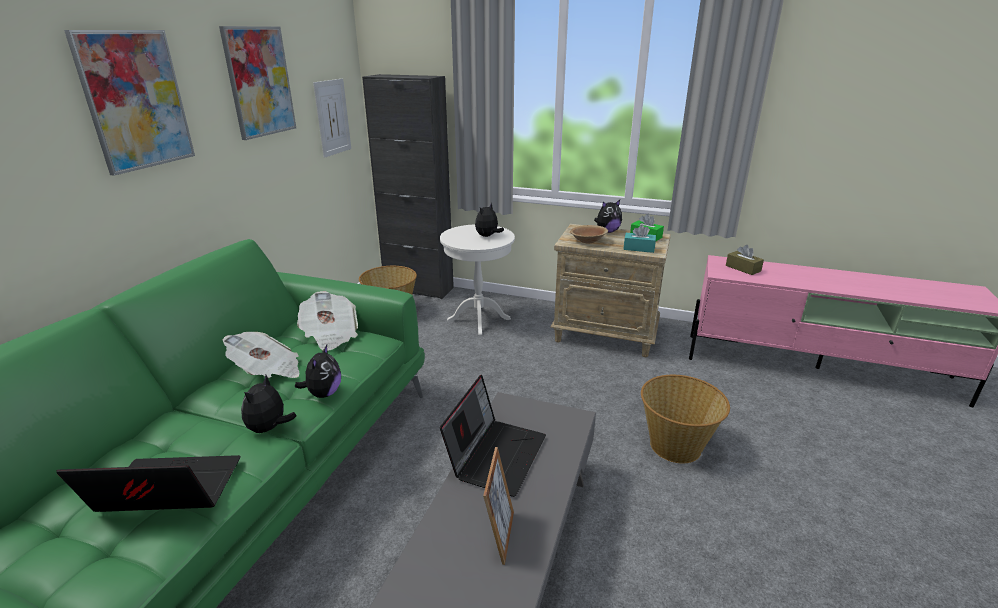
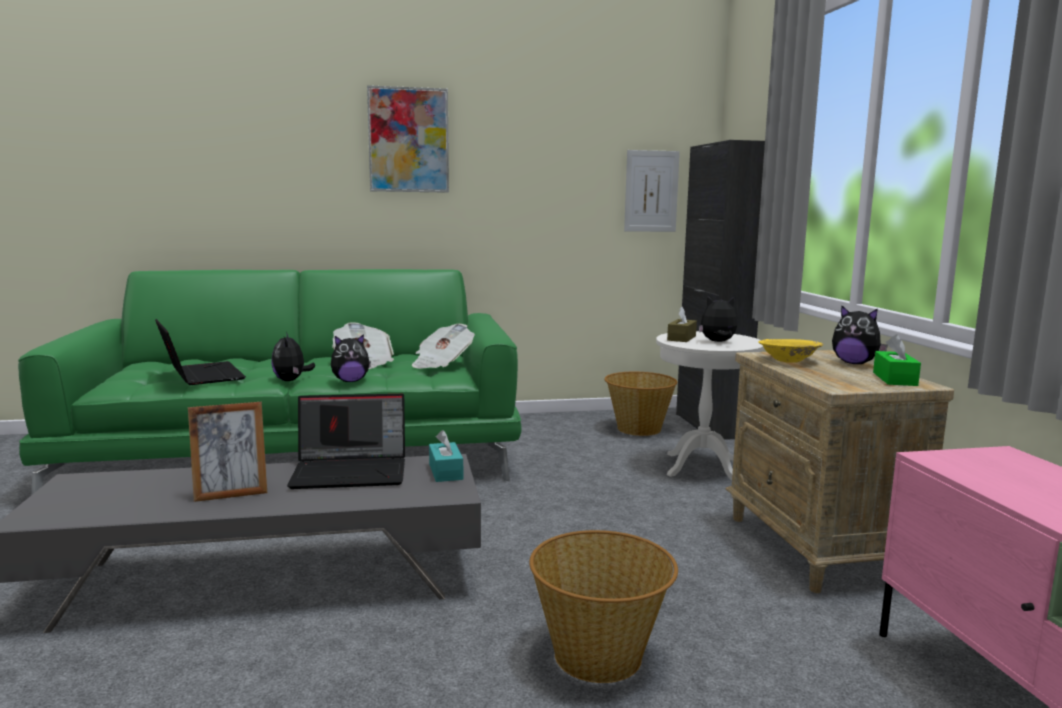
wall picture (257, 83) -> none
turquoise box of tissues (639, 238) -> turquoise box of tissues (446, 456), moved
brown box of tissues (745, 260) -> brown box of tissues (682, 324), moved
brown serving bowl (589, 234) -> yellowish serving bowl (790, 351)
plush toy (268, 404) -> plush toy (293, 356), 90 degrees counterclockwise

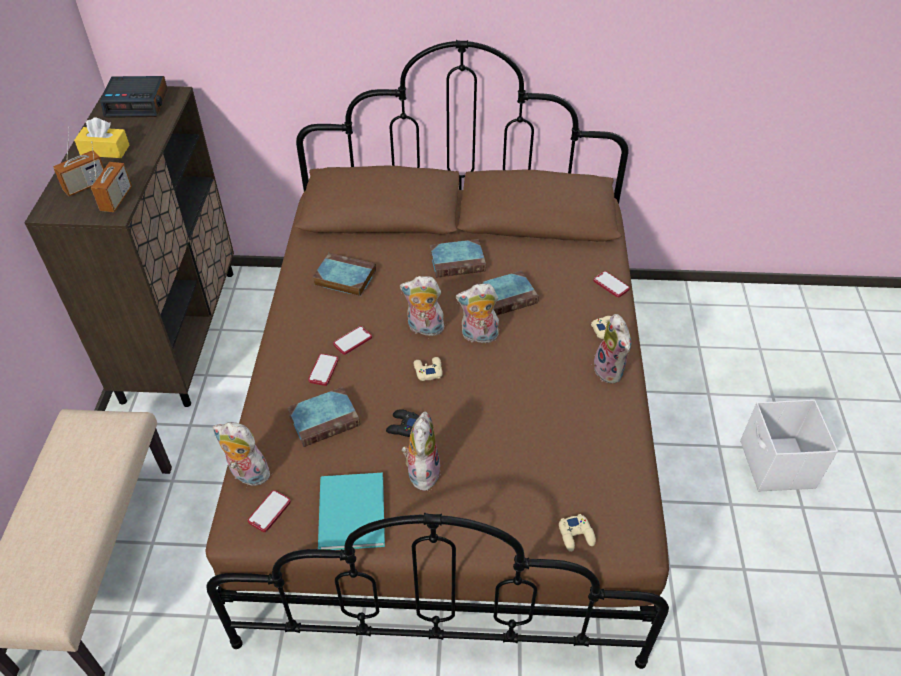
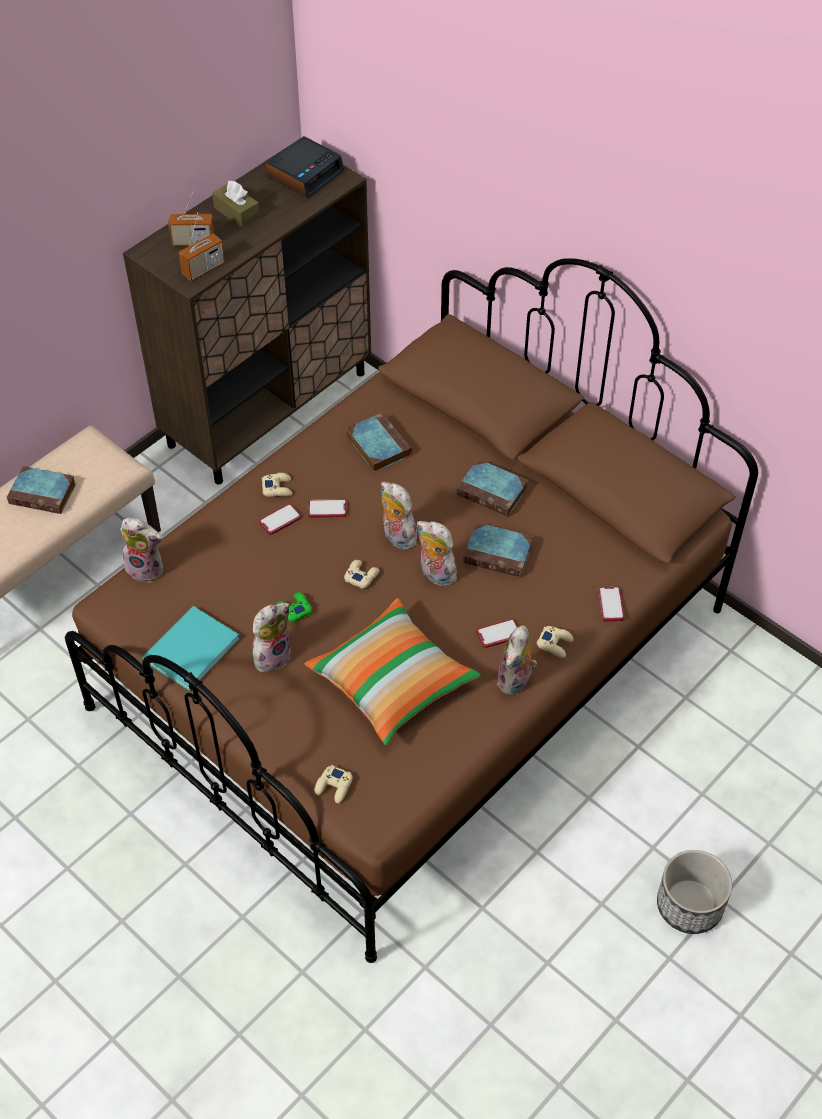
none -> beige joypad (277, 485)
none -> pillow (393, 671)
phone (269, 511) -> phone (497, 633), moved
bound book (323, 417) -> bound book (41, 490), moved
white storage container (789, 445) -> planter (694, 892)
yellowish box of tissues (101, 138) -> brown box of tissues (236, 204)
blackish joypad (402, 423) -> green joypad (294, 607)
alarm clock (133, 97) -> alarm clock (305, 167), 90 degrees counterclockwise
plush toy (244, 454) -> plush toy (141, 550), 135 degrees clockwise

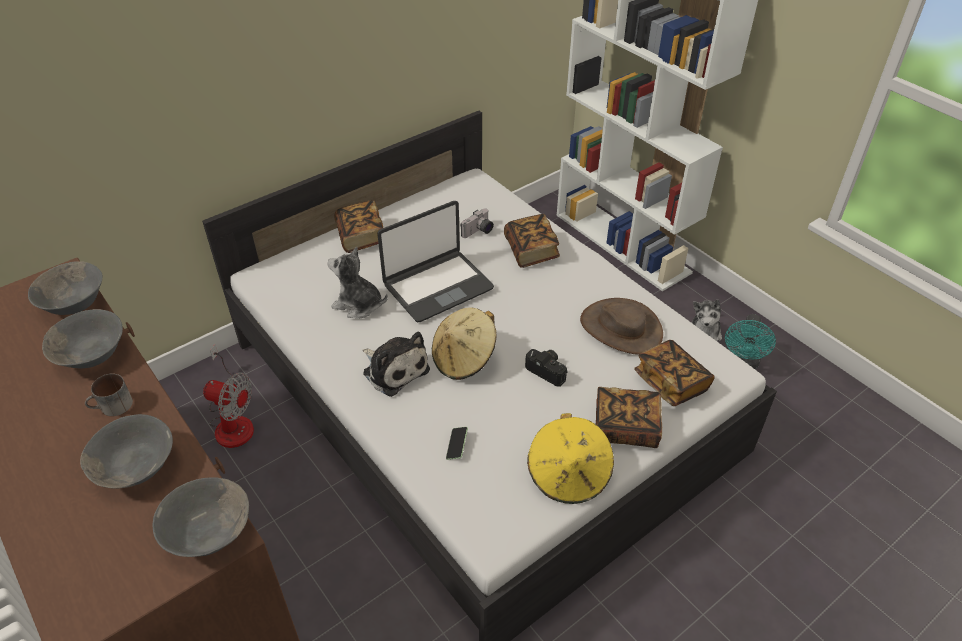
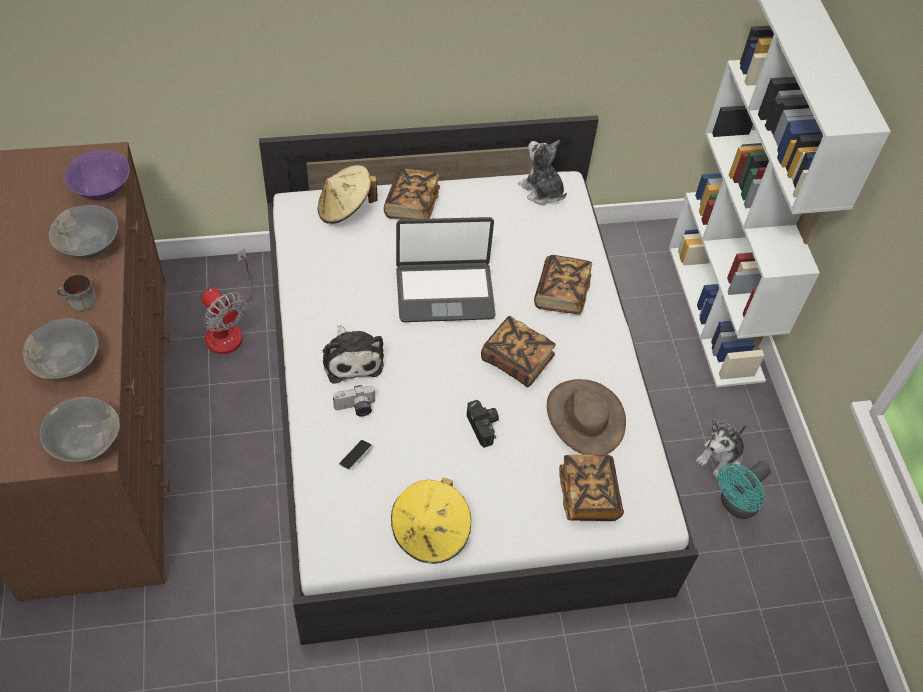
plush toy (357, 282) -> plush toy (542, 172), moved
beige clothing hat (464, 344) -> beige clothing hat (348, 194), moved
photo camera (477, 223) -> photo camera (354, 401), moved
bound book (629, 417) -> bound book (518, 351), moved
grey serving bowl (65, 288) -> purplish serving bowl (97, 175)

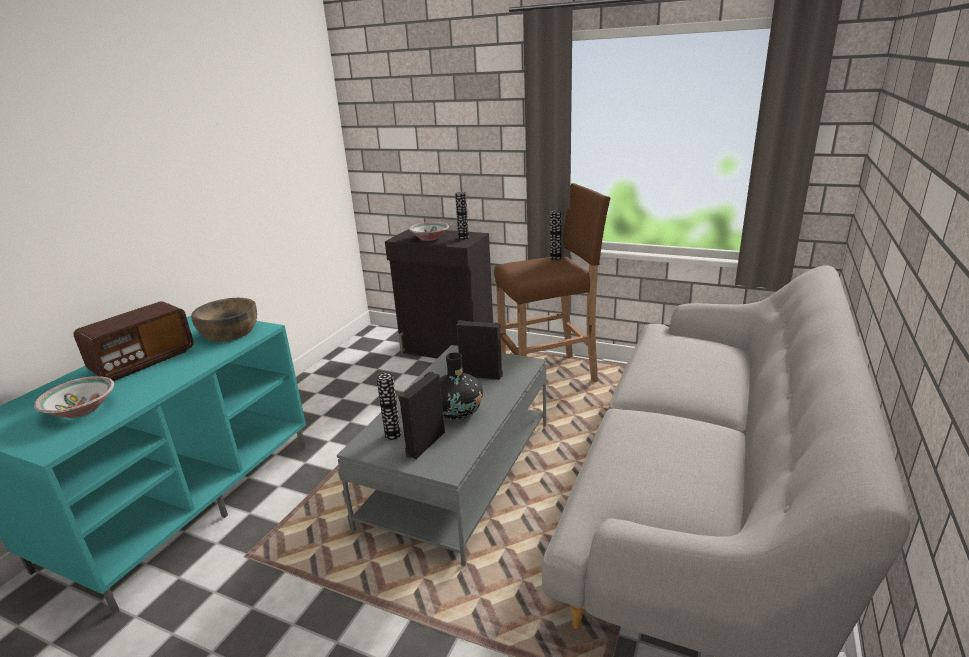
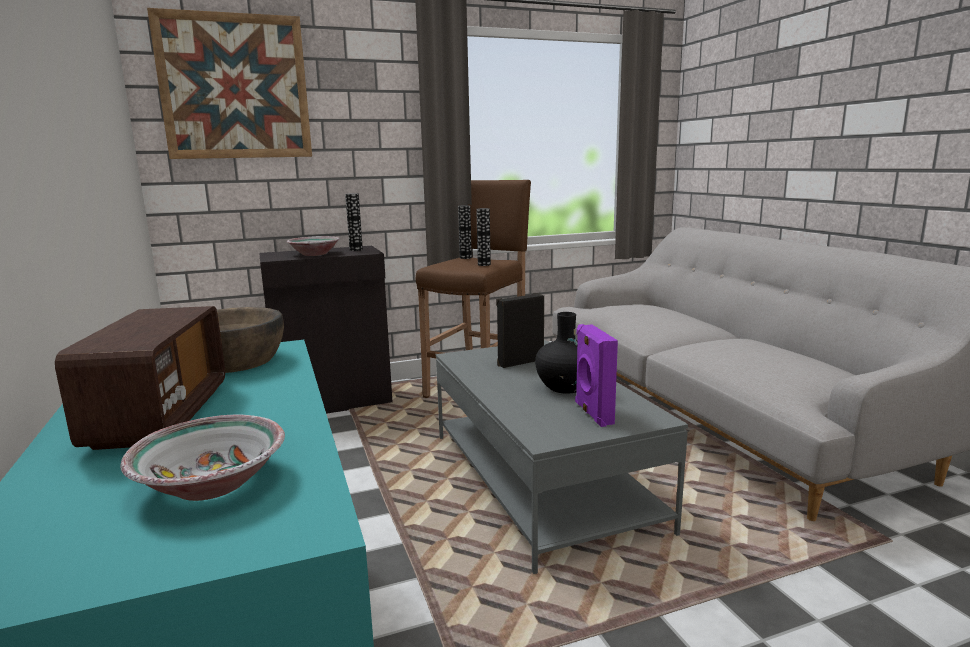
none -> wall picture (229, 83)
decorative vase (388, 406) -> decorative vase (483, 237), moved
blackish loudspeaker (421, 415) -> purplish loudspeaker (596, 375)

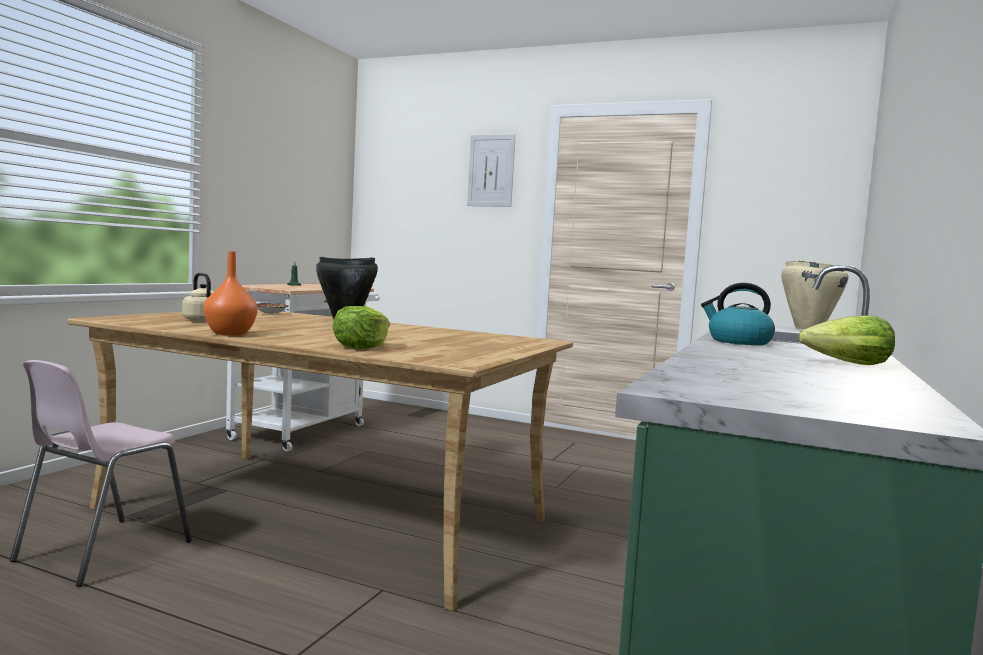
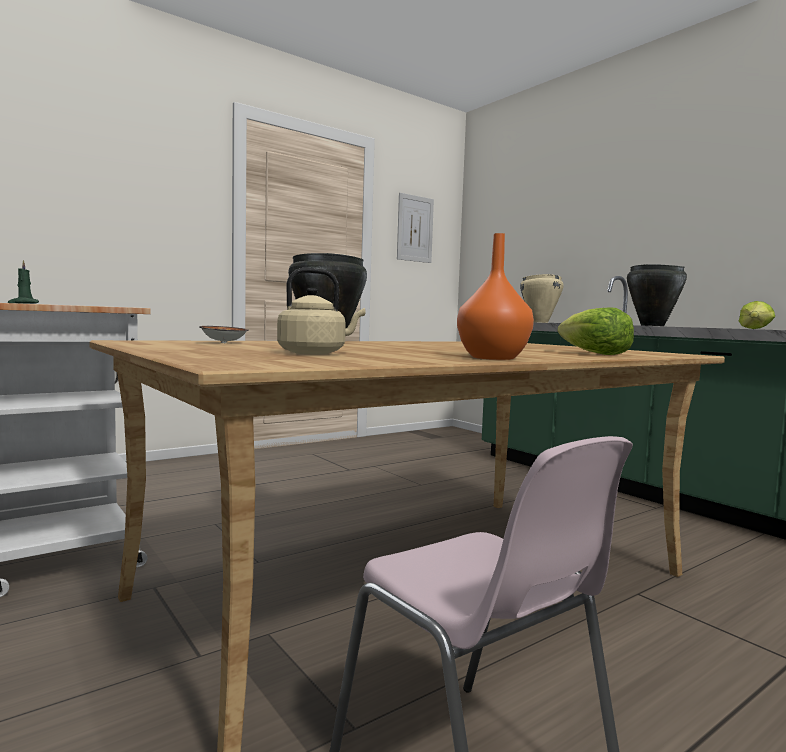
wall picture (491, 170) -> wall picture (415, 228), moved
kettle (738, 314) -> blackish stockpot (657, 295)

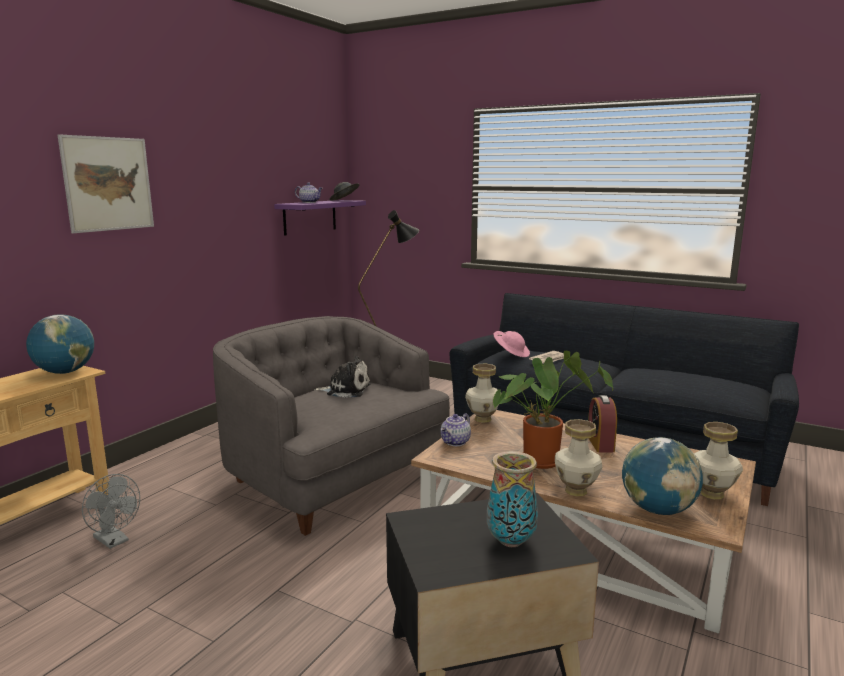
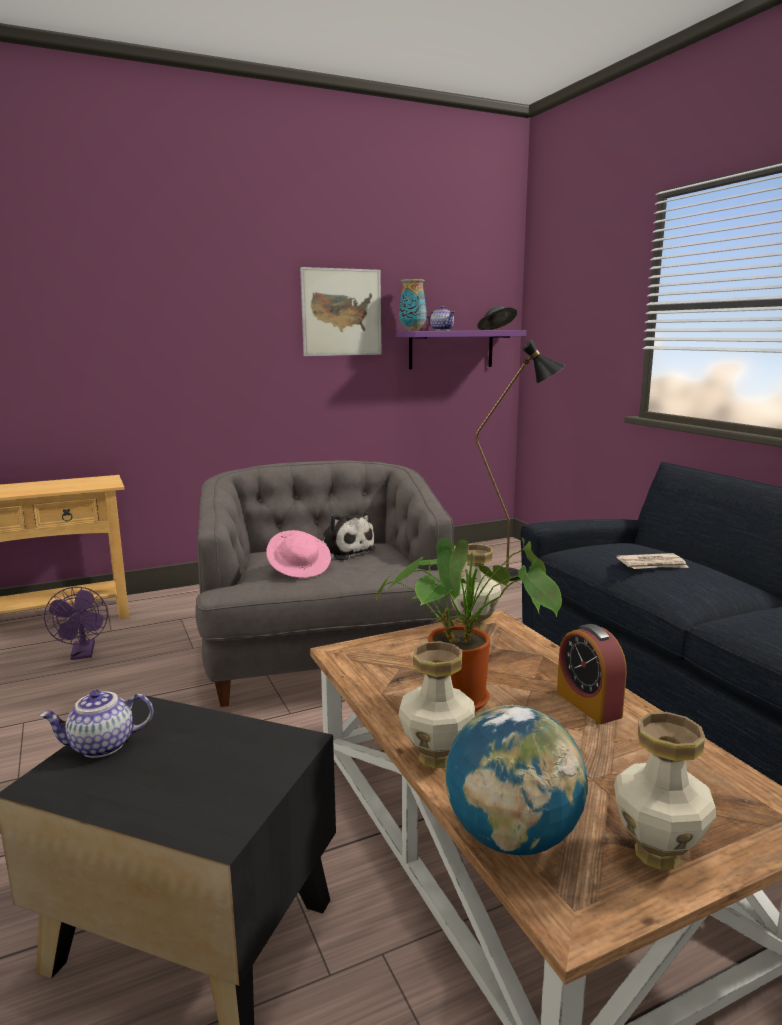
desk globe (60, 344) -> none
wall picture (106, 183) -> wall picture (341, 311), moved
pot for tea (455, 429) -> pot for tea (96, 724), moved
decorative vase (512, 499) -> decorative vase (413, 305), moved
pink clothing hat (512, 344) -> pink clothing hat (298, 554), moved
grey electric fan (111, 511) -> purplish electric fan (76, 623)
alarm clock (602, 423) -> alarm clock (592, 674), 60 degrees counterclockwise

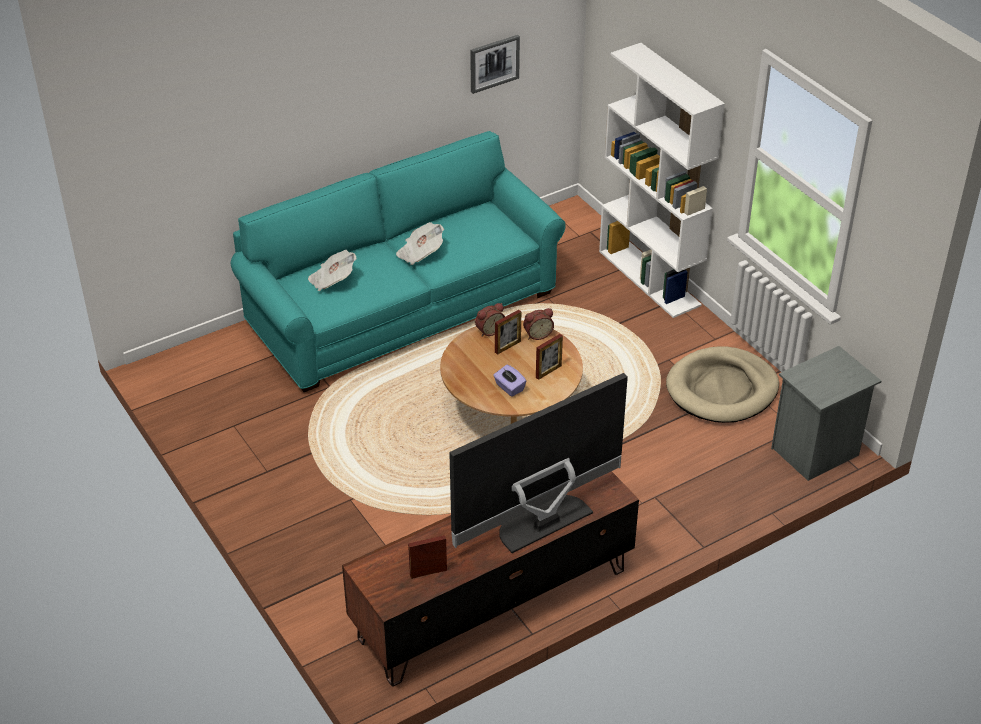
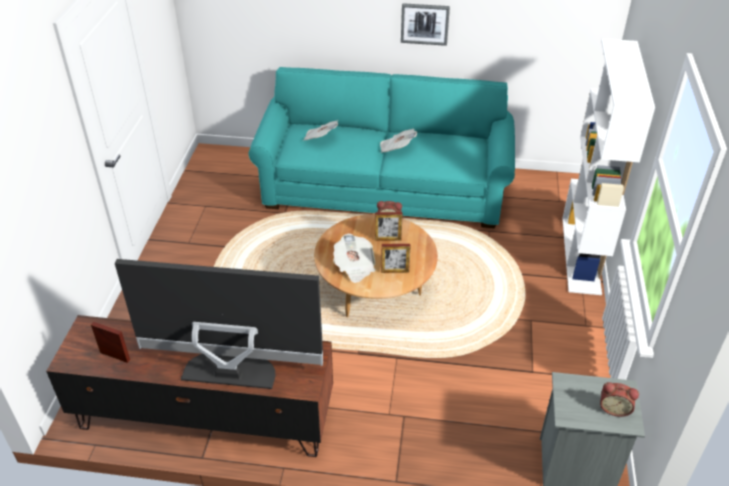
beige dog bed (722, 385) -> none
wall picture (495, 64) -> wall picture (425, 24), moved
alarm clock (538, 324) -> alarm clock (619, 399), moved
purplish box of tissues (509, 380) -> daily paper (354, 258)

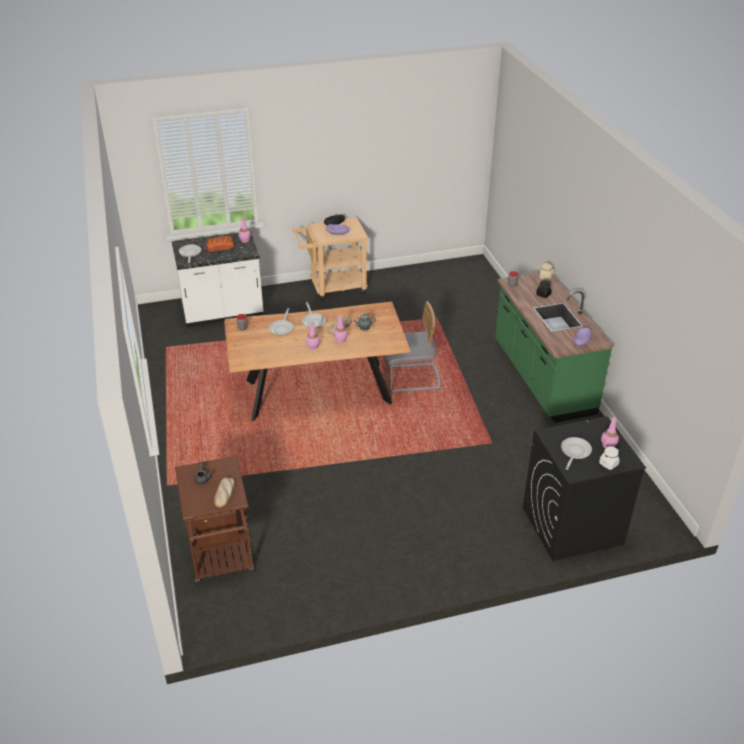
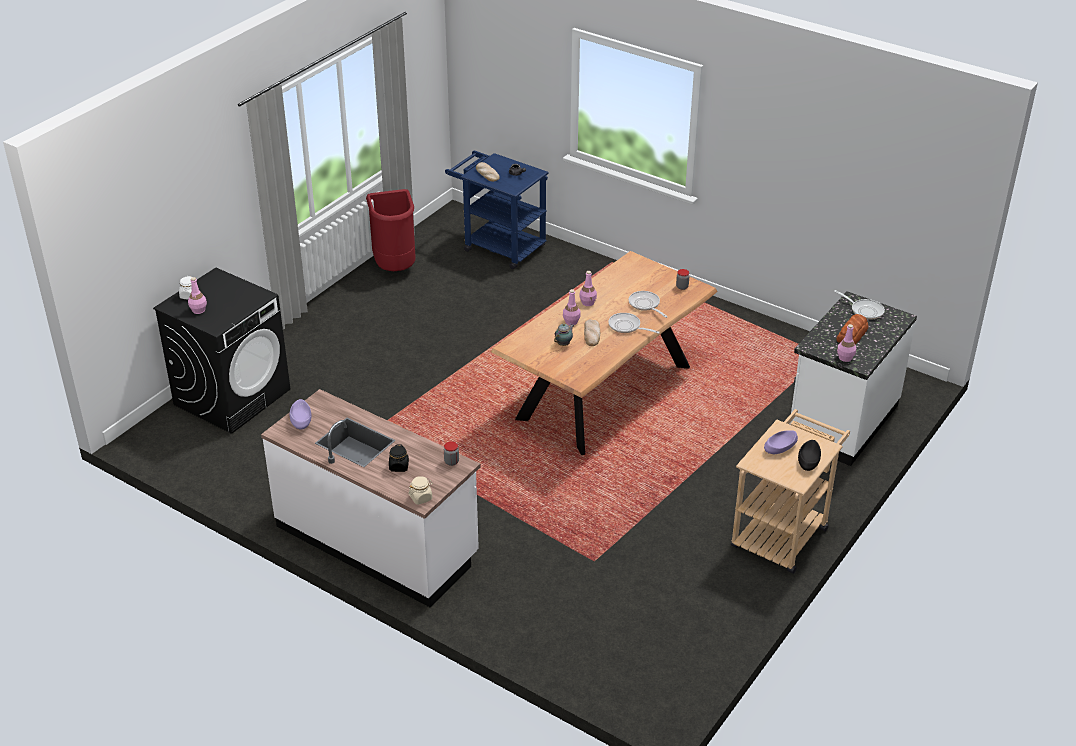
grey upright chair (413, 346) -> none
frying pan (576, 453) -> none
none -> reddish rubbish bin (391, 230)
brown trolley (215, 519) -> blue-coloured trolley (497, 210)
green counter (554, 347) -> white counter (370, 498)

